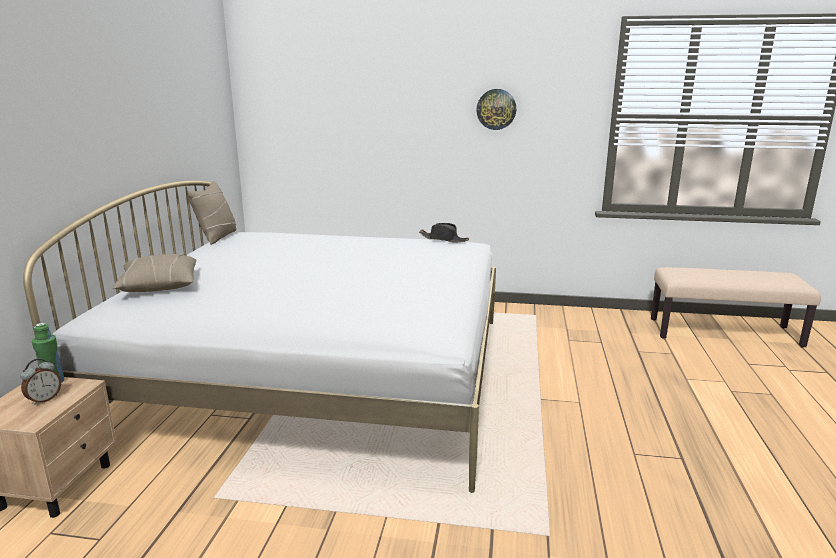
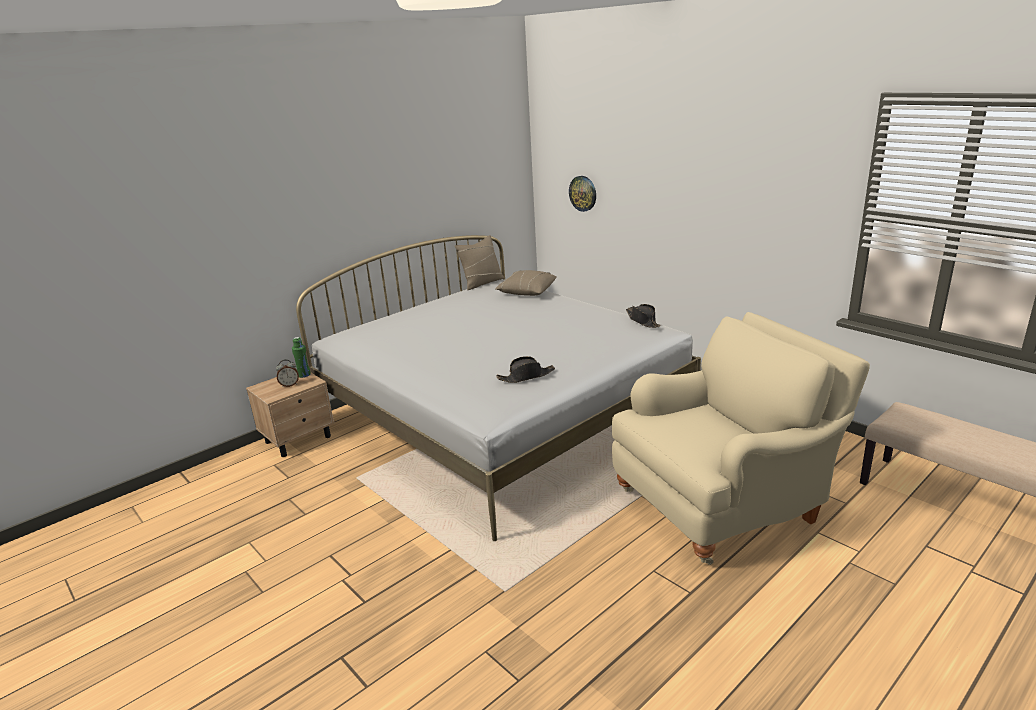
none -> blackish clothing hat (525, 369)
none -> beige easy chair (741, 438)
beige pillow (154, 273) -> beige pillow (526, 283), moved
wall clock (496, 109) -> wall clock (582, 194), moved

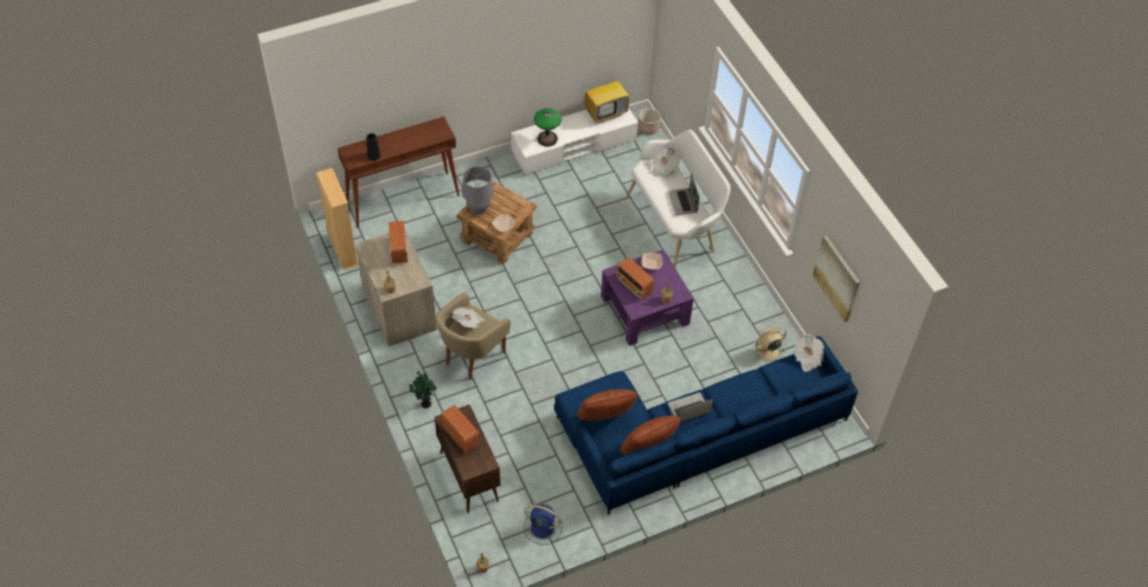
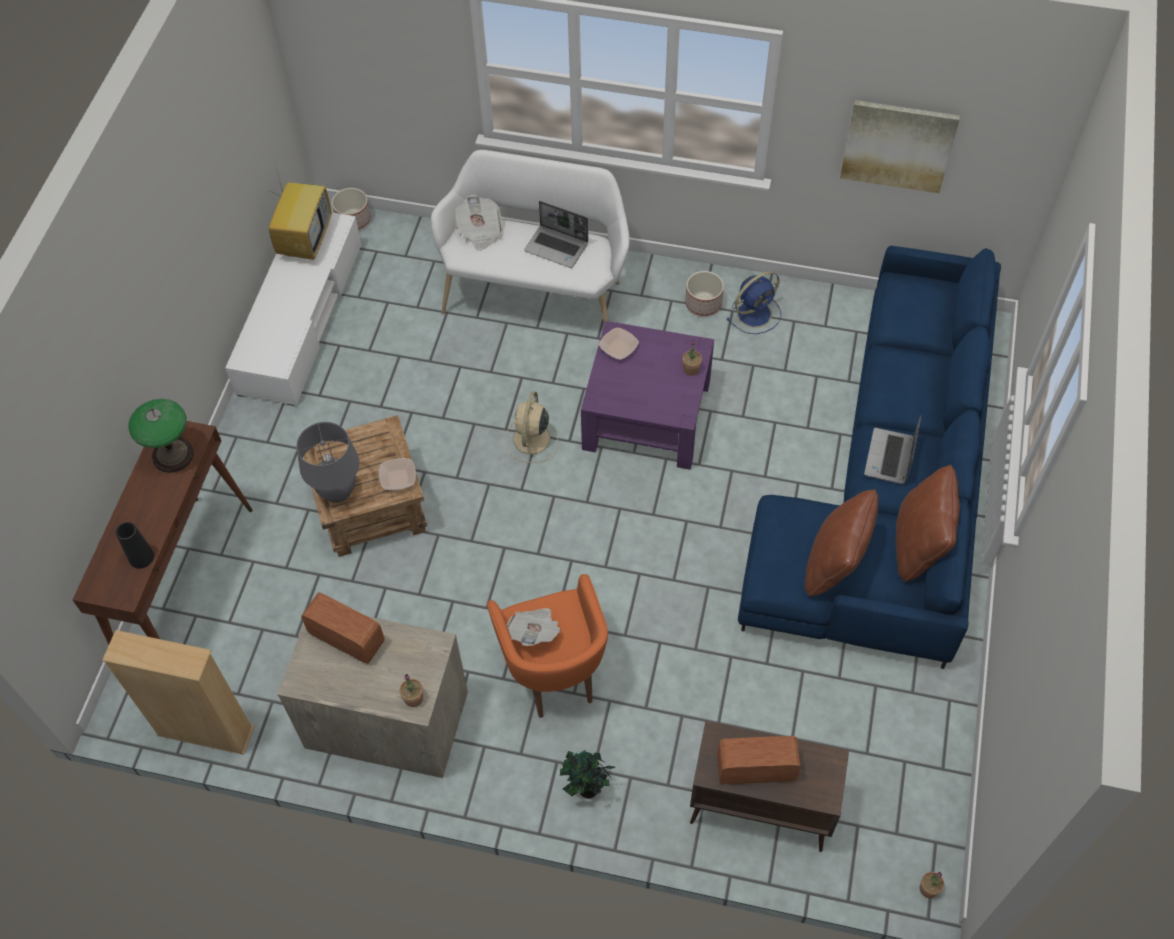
radio receiver (635, 278) -> none
daily paper (809, 353) -> none
none -> planter (704, 293)
blue-coloured electric fan (543, 524) -> blue-coloured electric fan (753, 302), moved
table lamp (548, 127) -> table lamp (161, 436), moved
beige electric fan (769, 346) -> beige electric fan (531, 427), moved
beige easy chair (473, 336) -> orangey easy chair (547, 646)

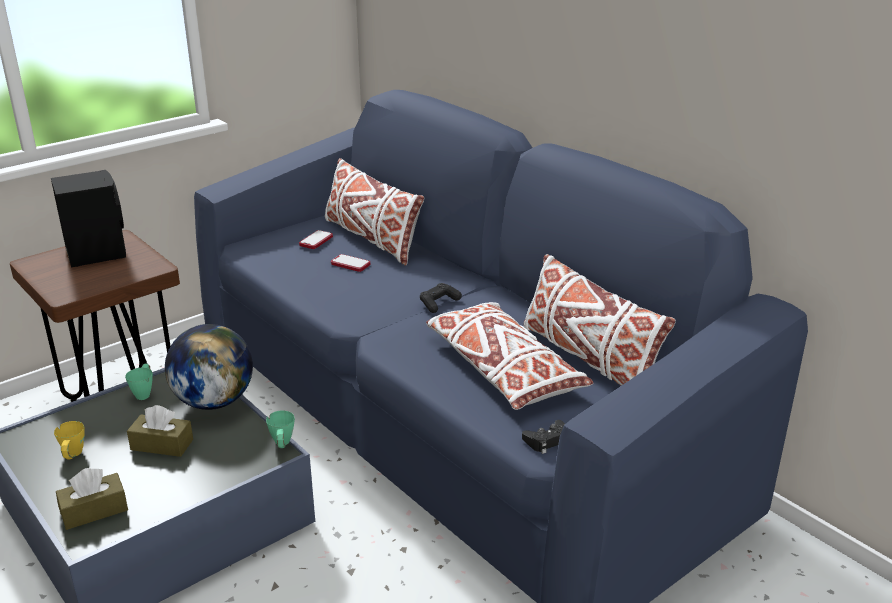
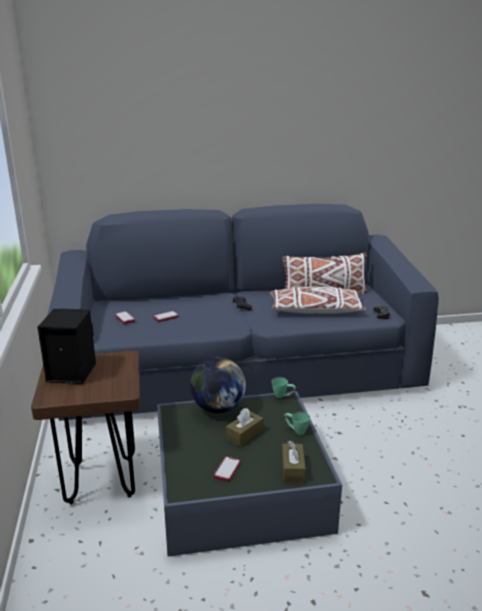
white pillow (374, 211) -> none
green coffee mug (139, 382) -> green coffee mug (297, 423), moved
yellowish coffee mug (69, 440) -> phone (227, 469)

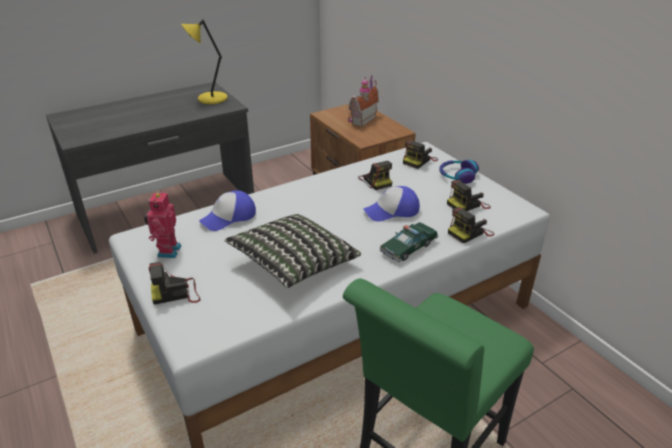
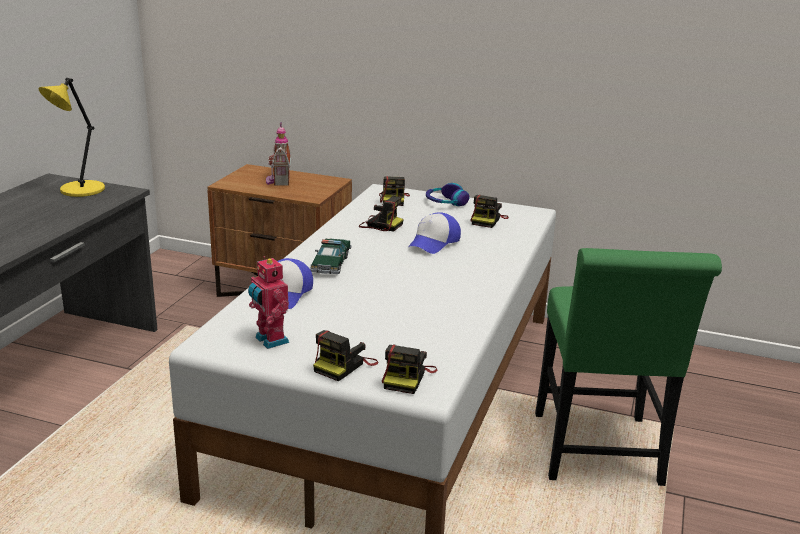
pillow (292, 251) -> none
model car (408, 242) -> model car (330, 256), moved
photo camera (471, 225) -> photo camera (409, 369), moved

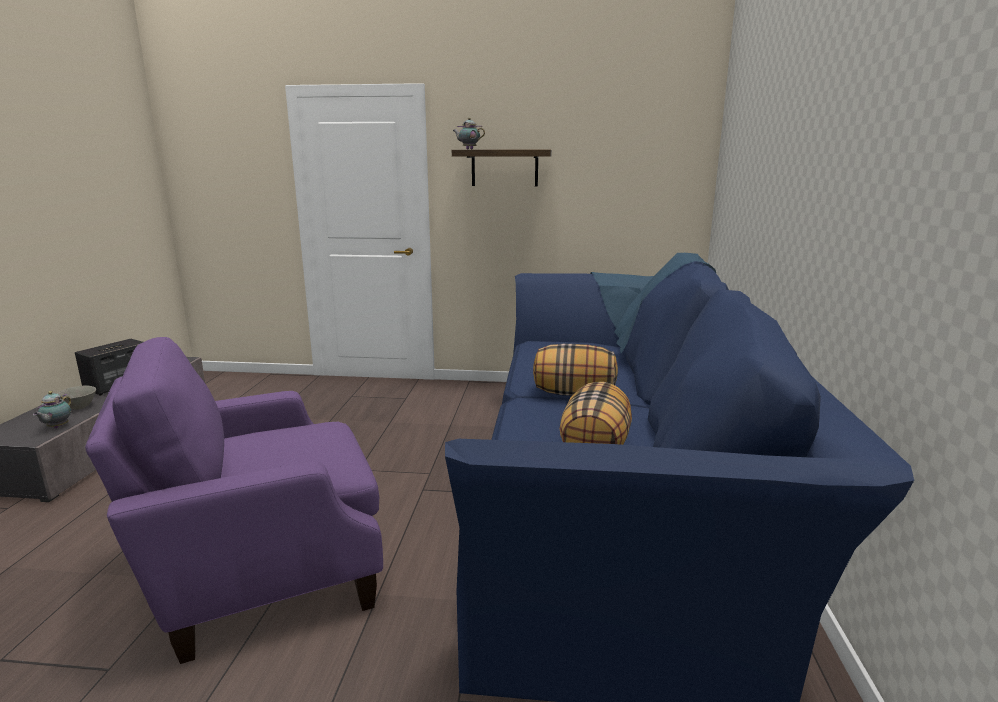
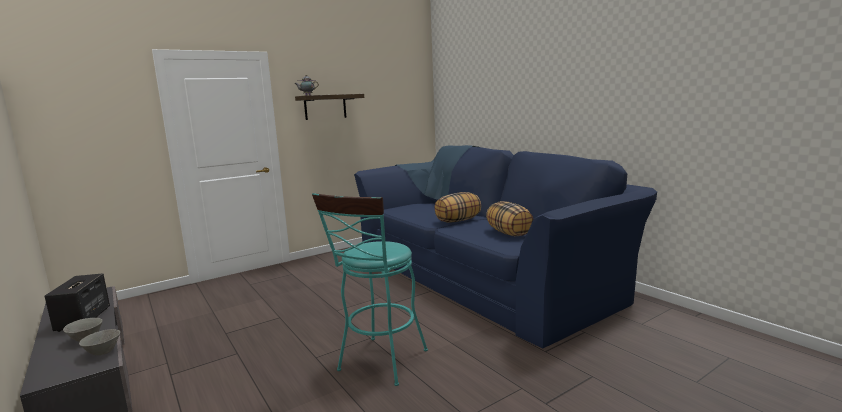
pot for tea (52, 409) -> grey serving bowl (99, 342)
purplish easy chair (234, 500) -> turquoise stool seat (370, 289)

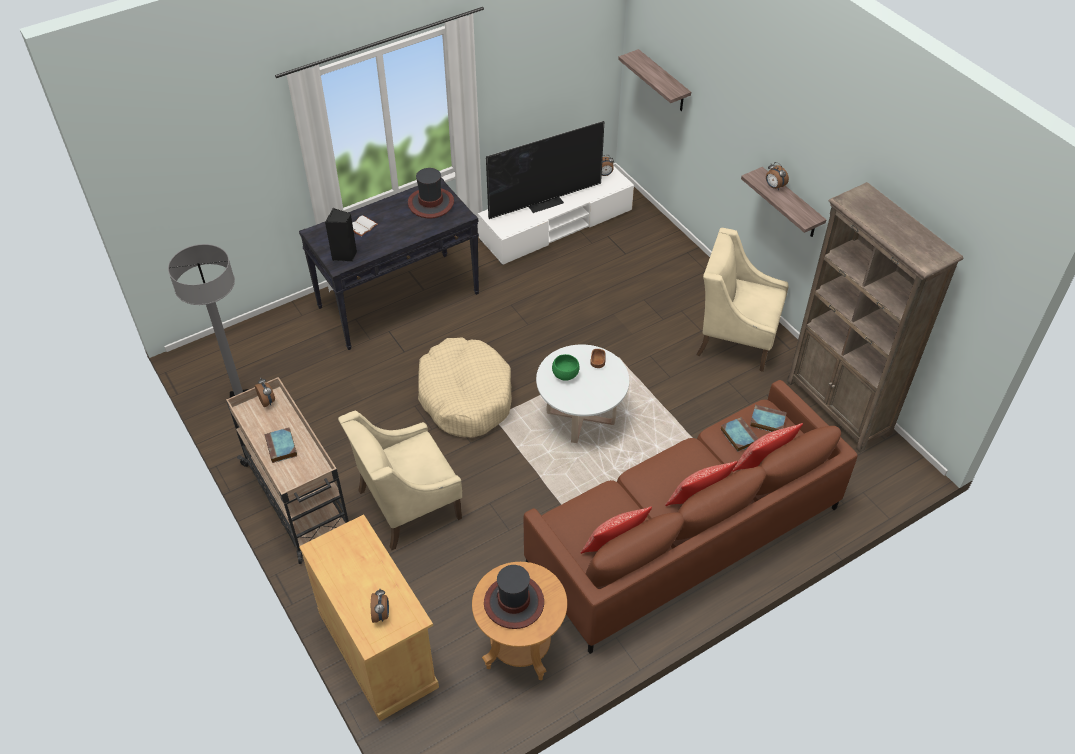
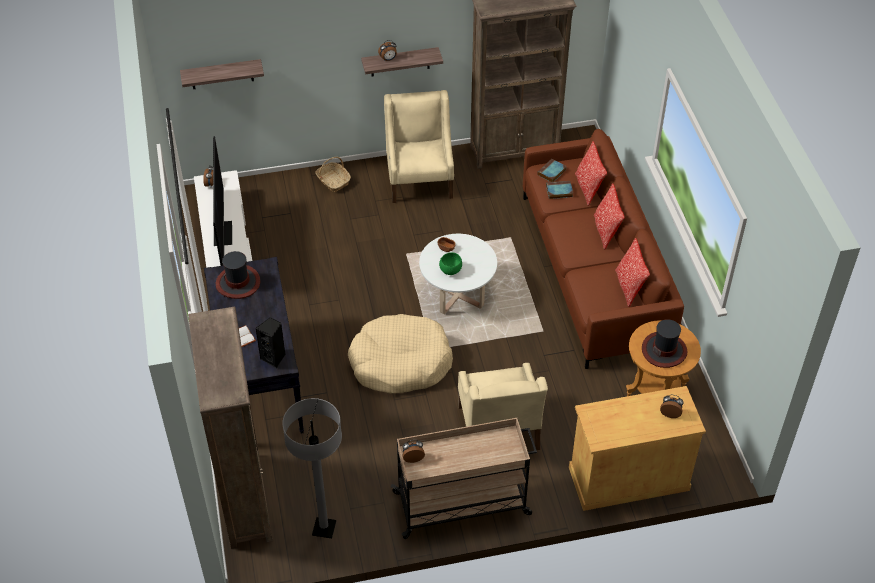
bound book (281, 445) -> none
none -> brown shelving unit (230, 428)
none -> household basket (333, 174)
beige easy chair (742, 300) -> beige easy chair (419, 146), 135 degrees clockwise

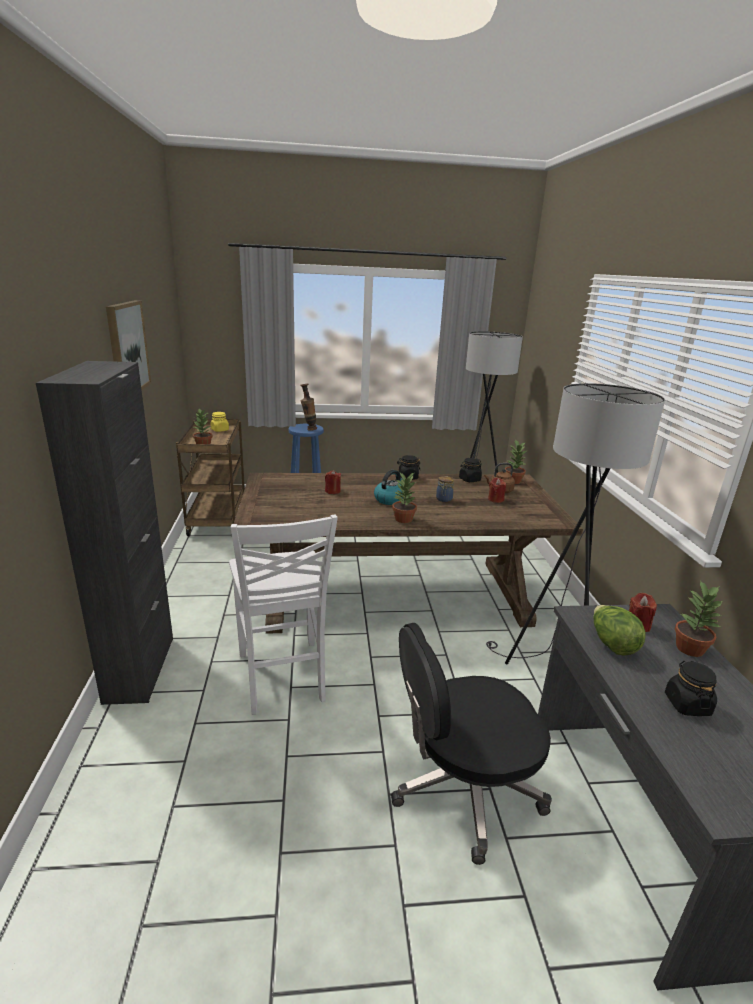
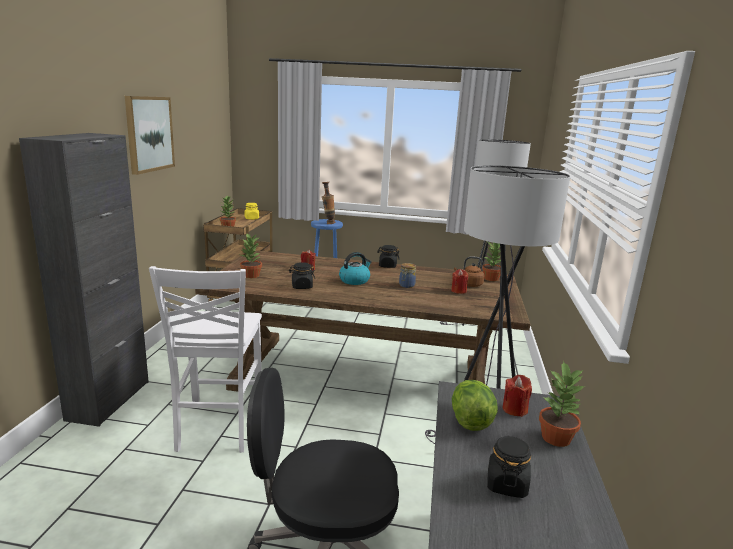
houseplant (404, 498) -> houseplant (251, 256), moved
blackish storage jar (470, 470) -> blackish storage jar (302, 275), moved

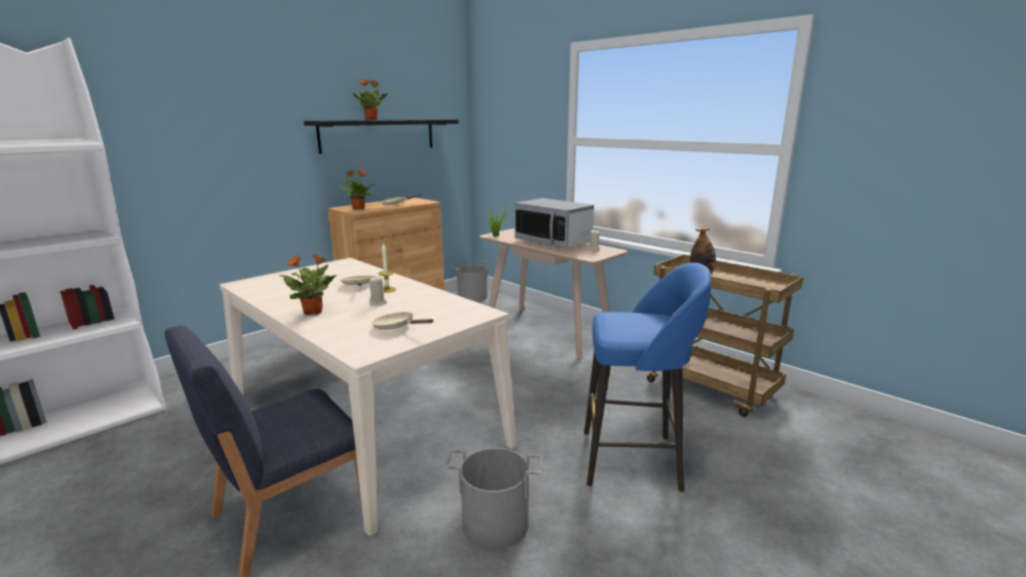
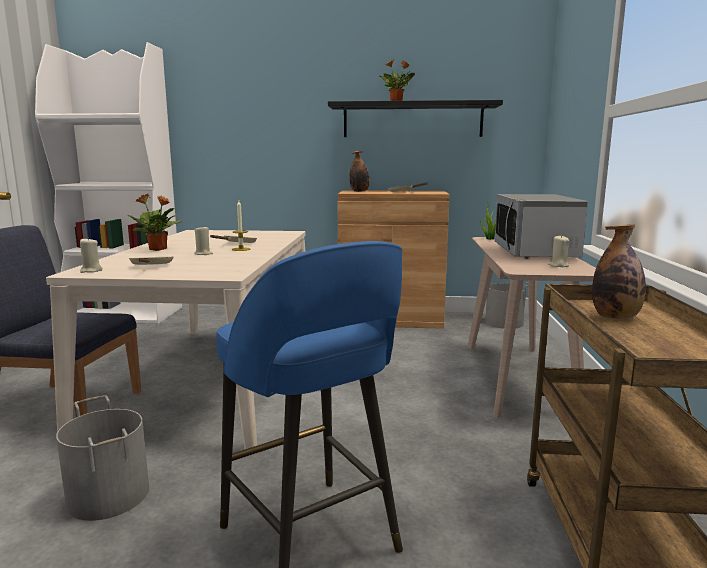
none -> beige wax candle (91, 255)
houseplant (356, 189) -> drink bottle (359, 171)

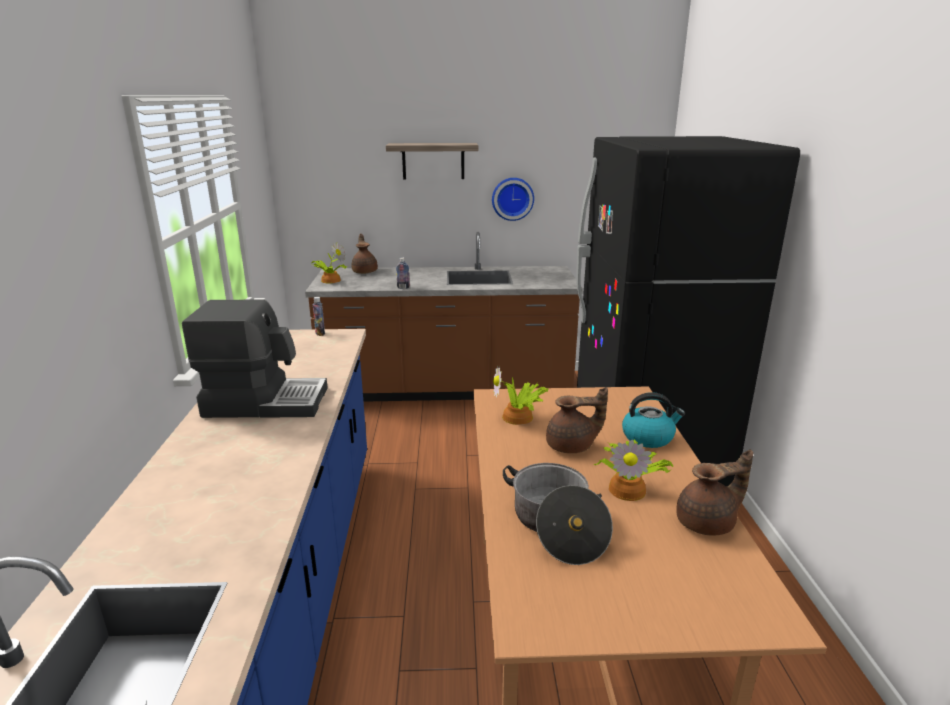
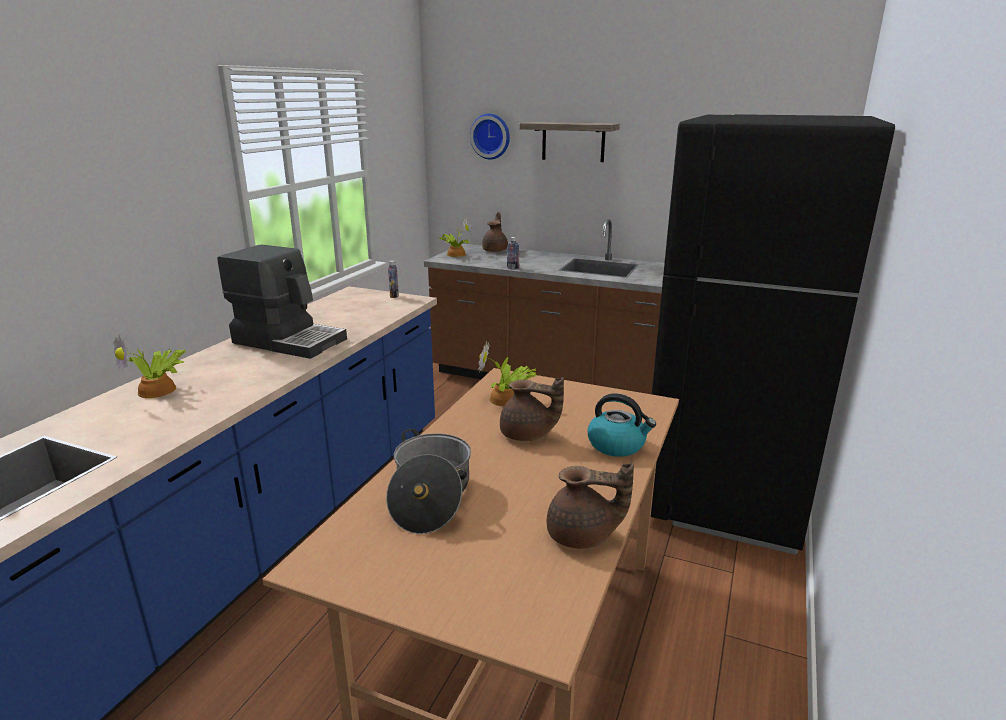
wall clock (513, 199) -> wall clock (490, 136), moved
houseplant (633, 470) -> houseplant (149, 366), moved

